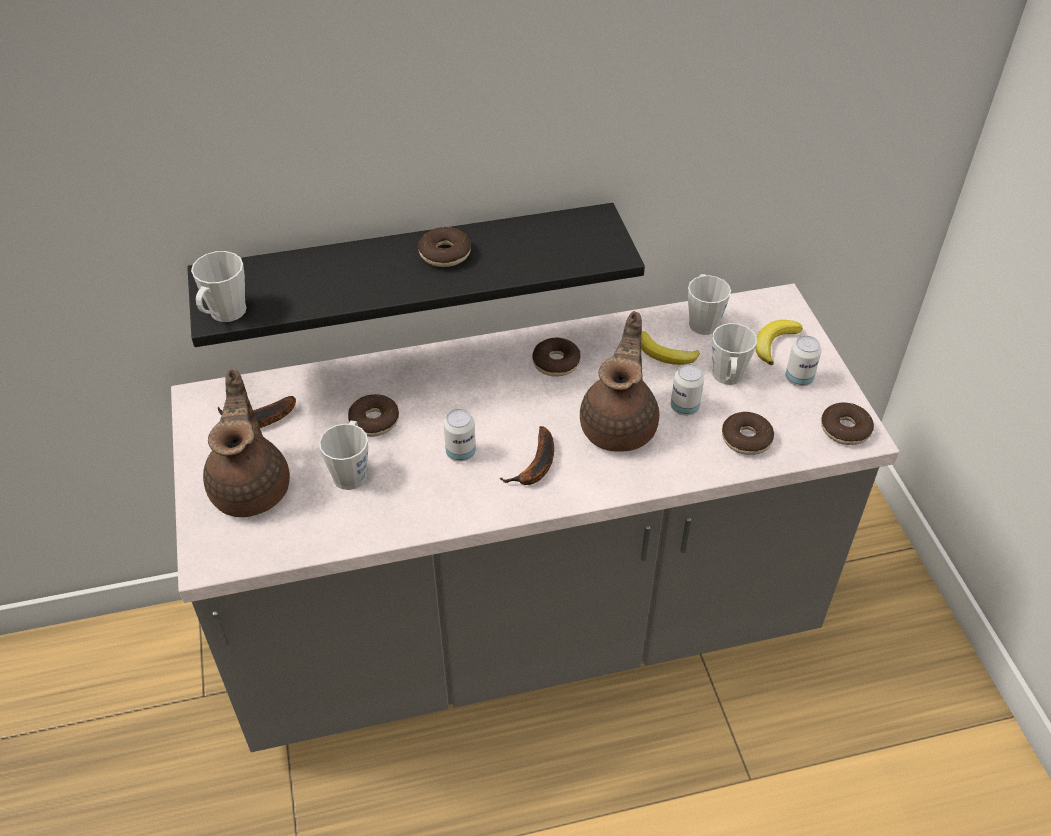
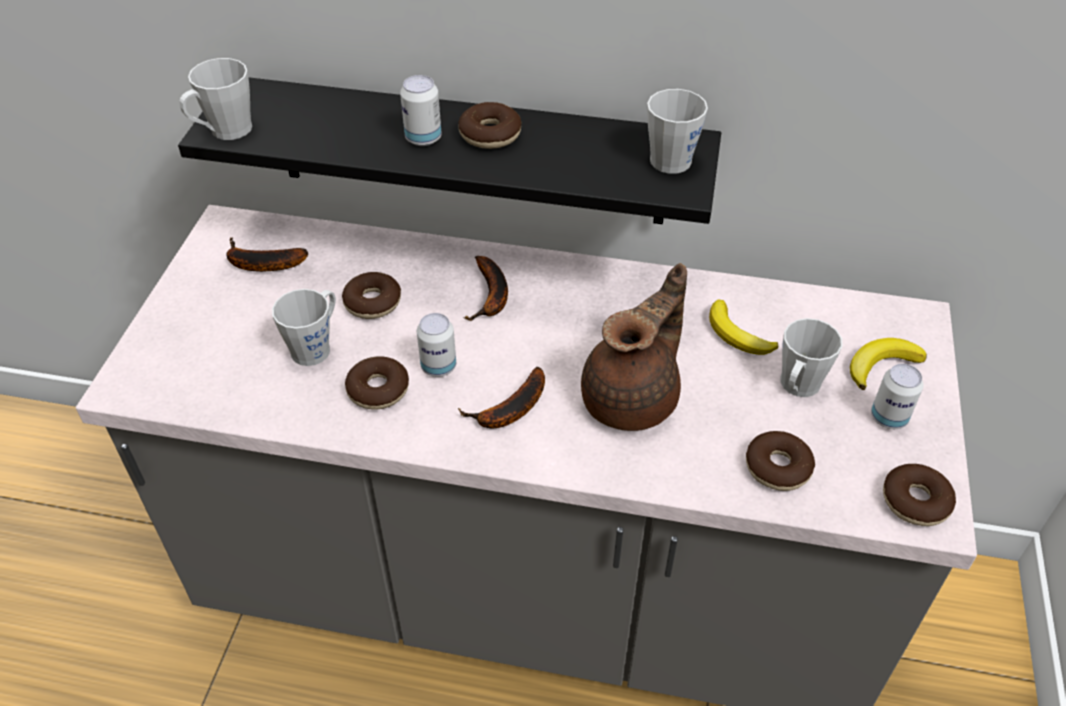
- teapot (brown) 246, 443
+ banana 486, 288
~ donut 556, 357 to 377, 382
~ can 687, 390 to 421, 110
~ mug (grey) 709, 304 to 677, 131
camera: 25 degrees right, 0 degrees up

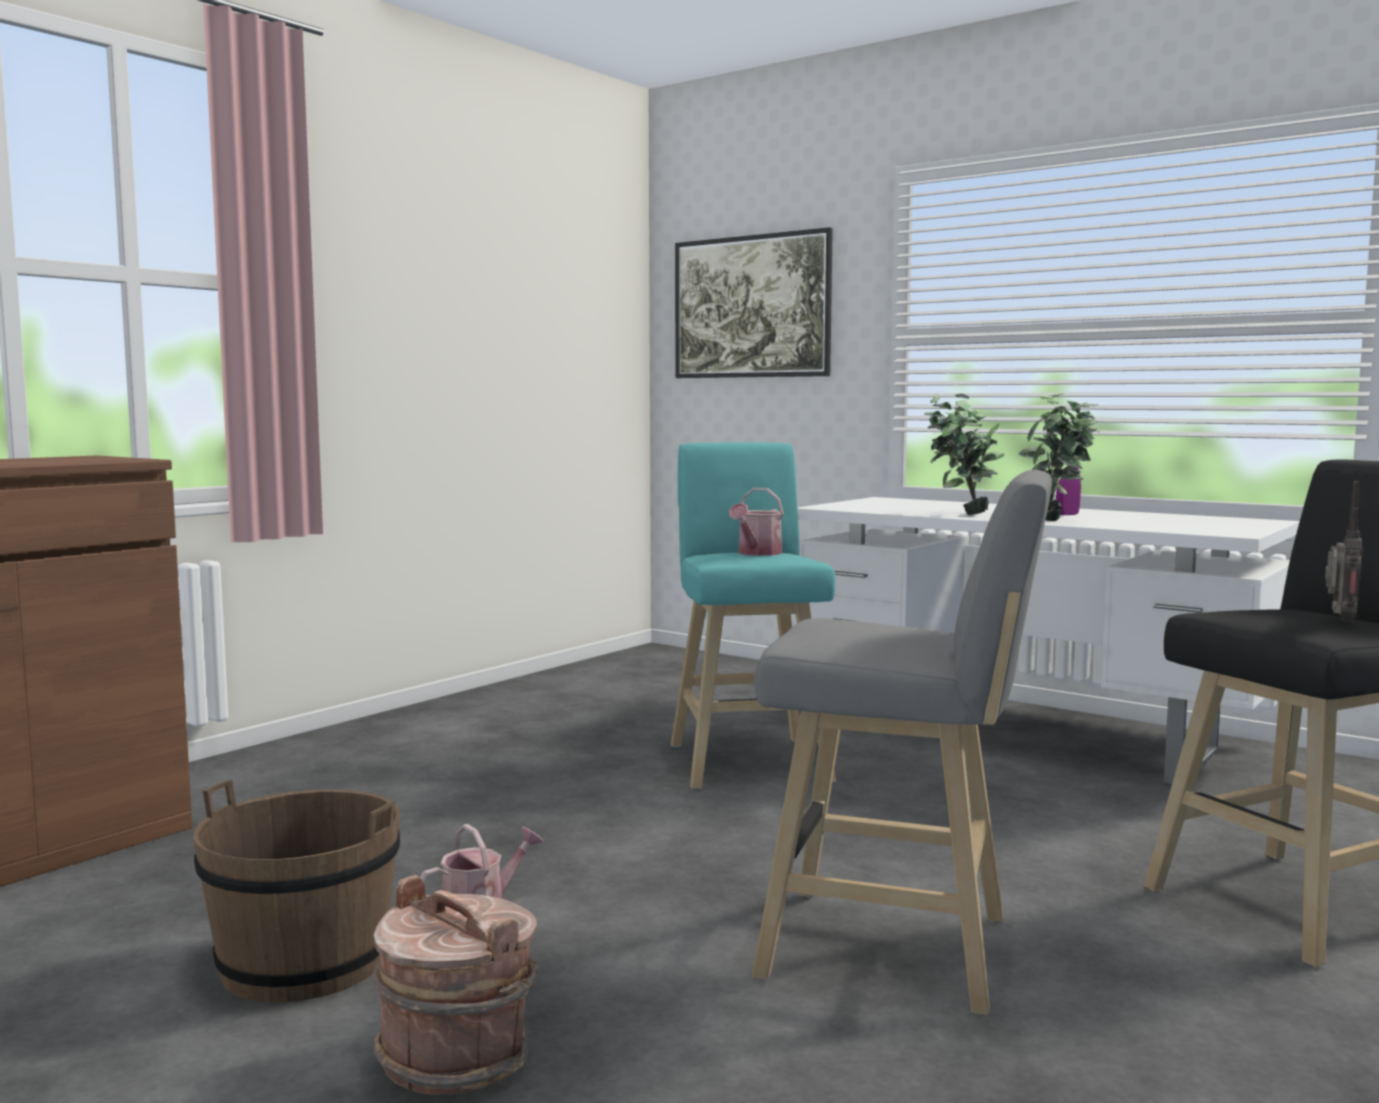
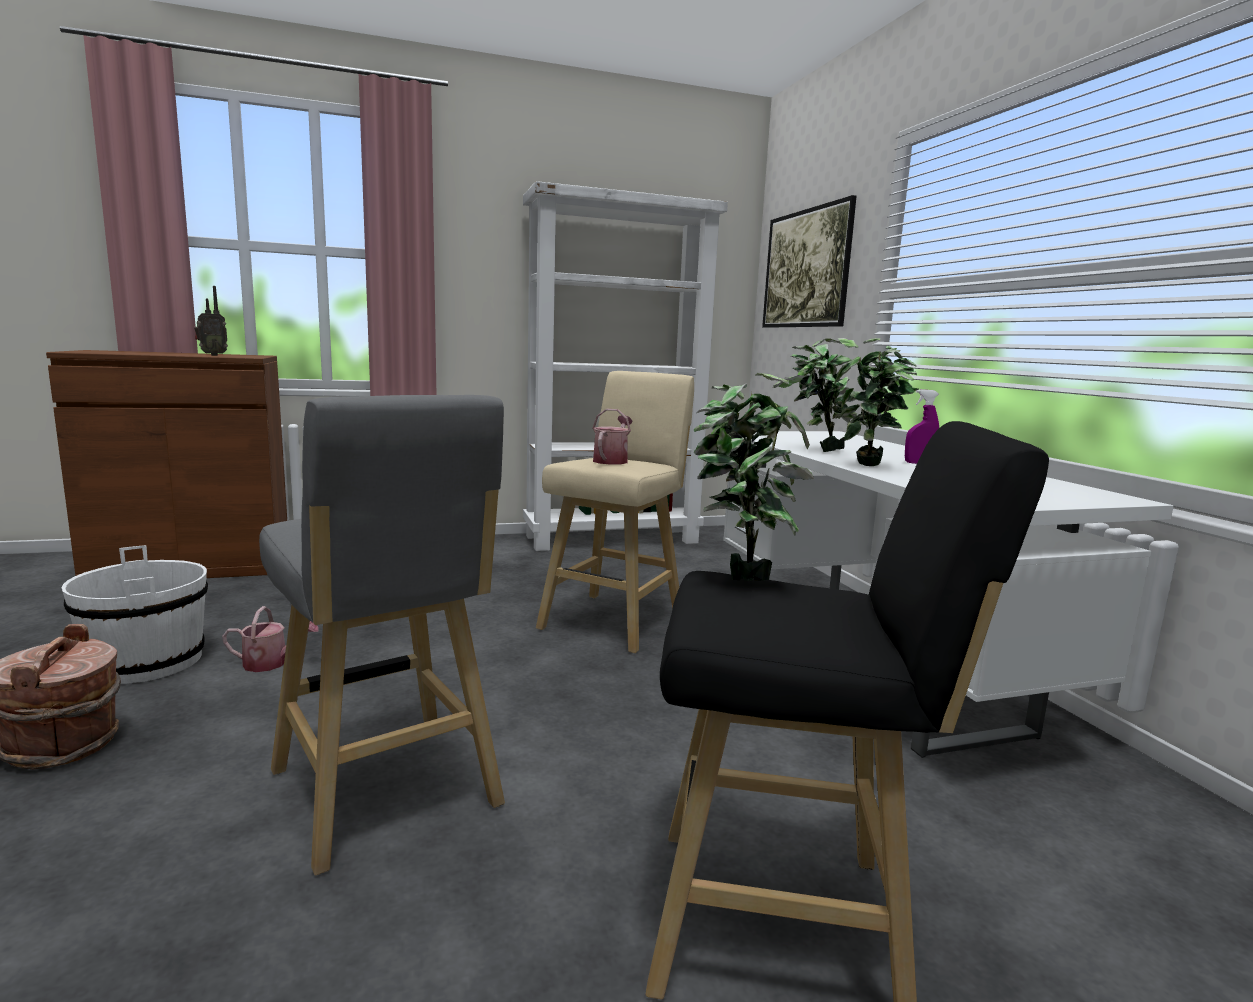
+ bookcase (white) 625, 366
+ potted plant 754, 477
~ radio 1344, 551 to 211, 321
~ bucket (brown) 296, 891 to bucket (white) 135, 614
~ stool (turquoise) 753, 616 to stool (beige) 615, 512
~ watering can 756, 522 = 613, 437 135 degrees clockwise
camera: 35 degrees right, 5 degrees up

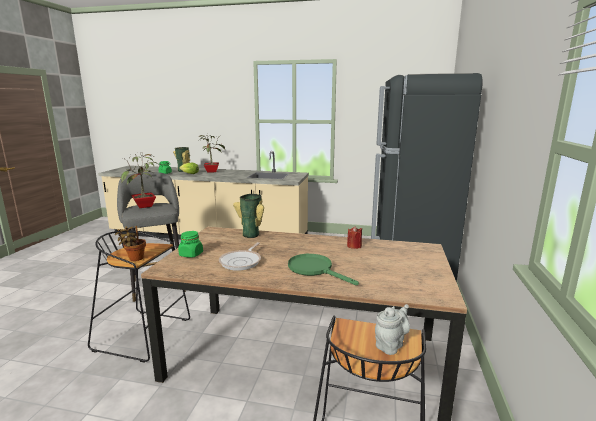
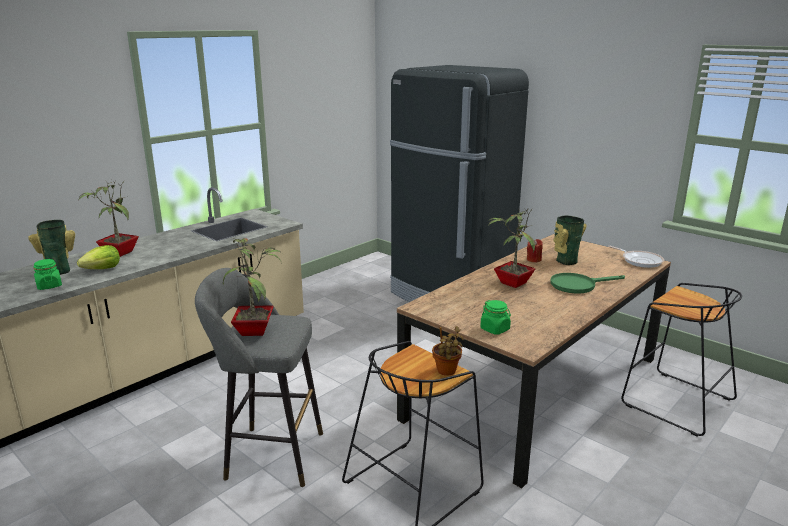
- teapot (grey) 392, 329
+ potted plant 512, 248
~ frying pan 240, 256 to 636, 257
~ vase 248, 216 to 570, 240
camera: 60 degrees left, 5 degrees up

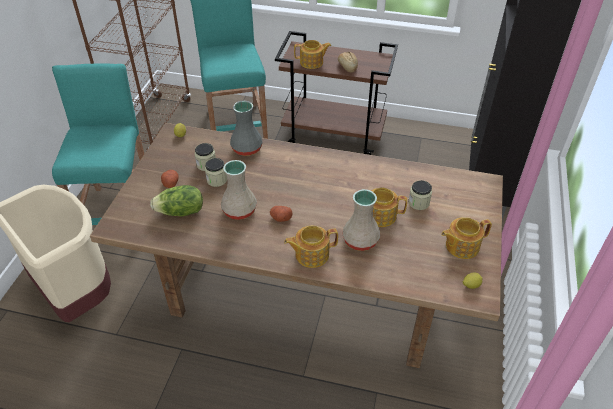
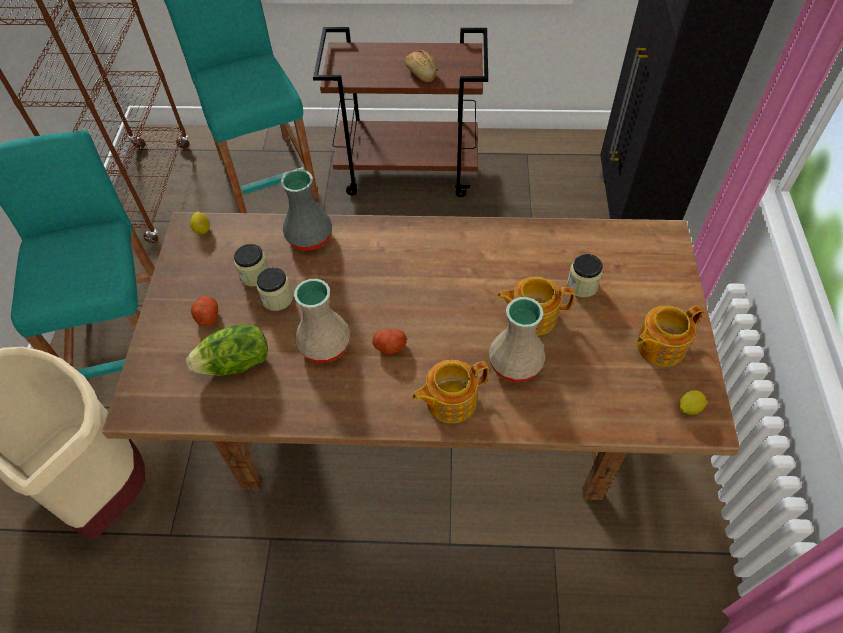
- teapot 312, 54
camera: 10 degrees left, 10 degrees up

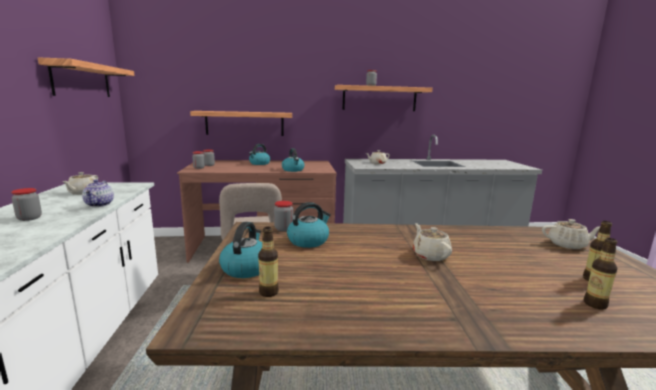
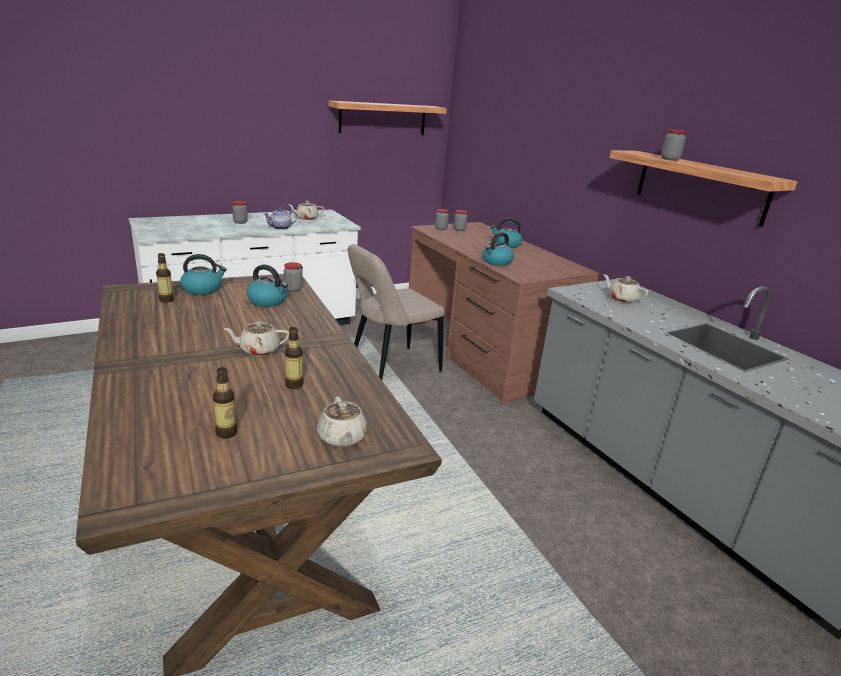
- shelf 241, 123
~ bottle 601, 274 to 294, 358
~ teapot (beige) 432, 242 = 256, 338 150 degrees counterclockwise
camera: 65 degrees right, 10 degrees up

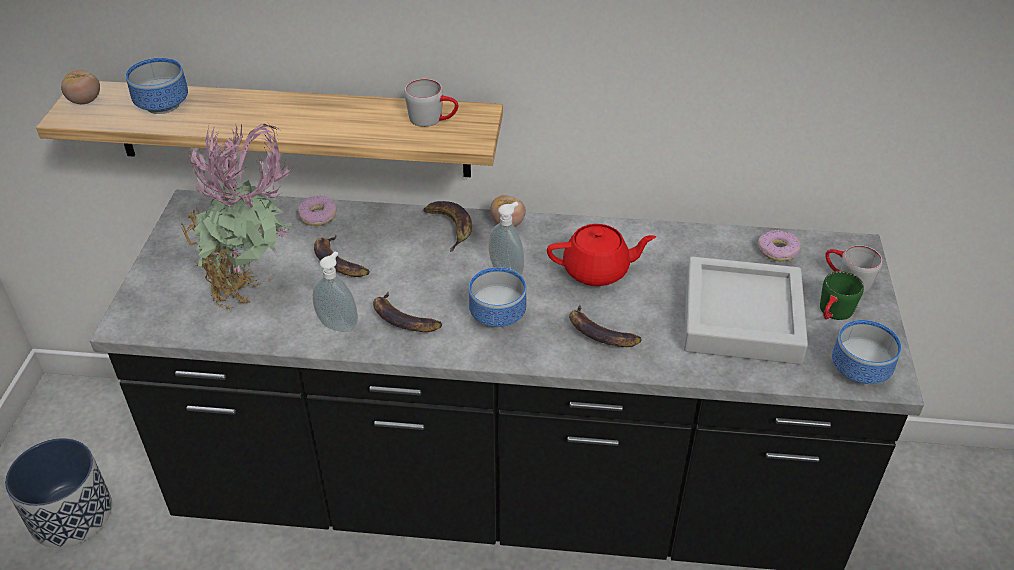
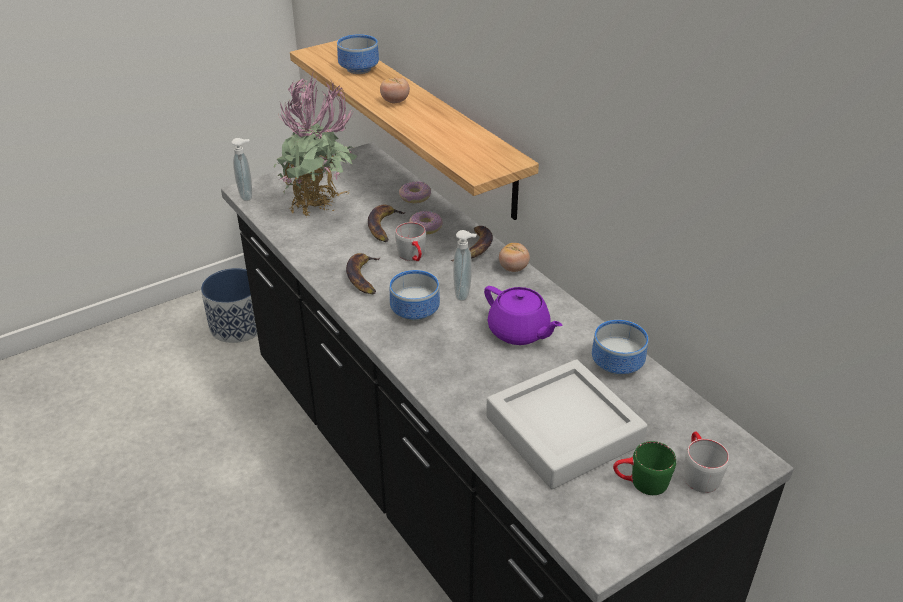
- banana 605, 326
~ tomato 80, 87 to 395, 90
~ soap dispenser 335, 291 to 241, 169
~ mug (grey) 431, 103 to 410, 241
~ donut 779, 246 to 426, 223
~ bowl 866, 352 to 620, 347
~ teapot (red) 601, 255 to teapot (purple) 523, 315
camera: 50 degrees right, 5 degrees down

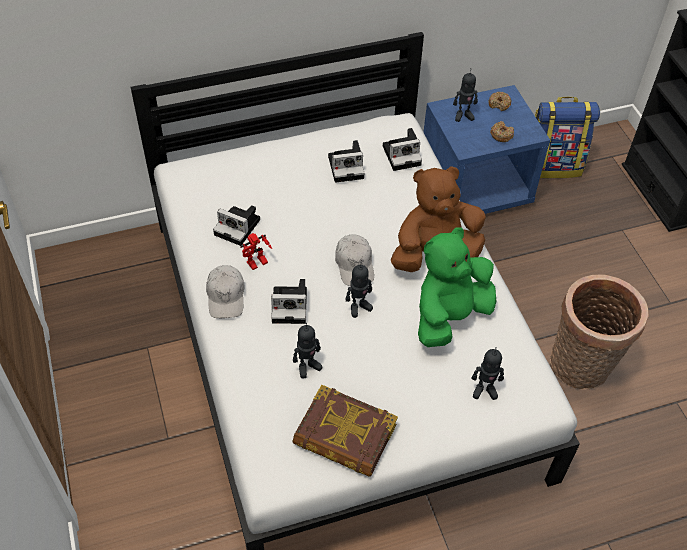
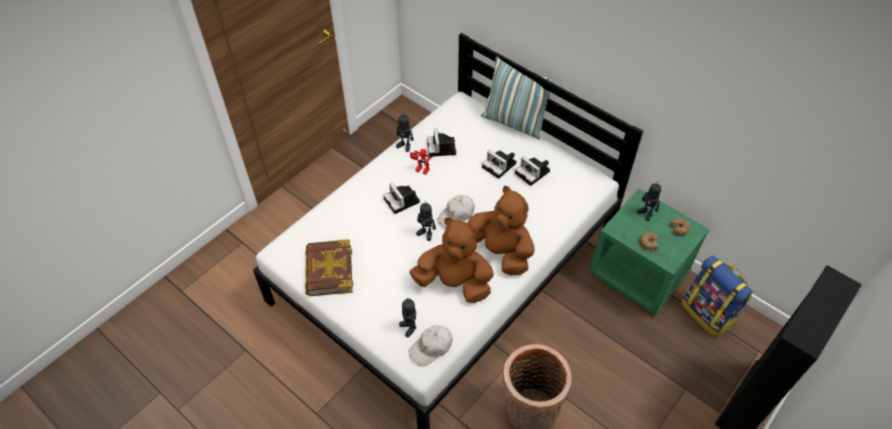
+ pillow 519, 97
~ cap (white) 225, 291 to 430, 346
~ toy robot 307, 350 to 405, 133
~ photo camera 402, 149 to 499, 164
~ plush toy (green) 457, 287 to plush toy (brown) 451, 260
~ nightstand (blue) 486, 149 to nightstand (green) 649, 252
camera: 60 degrees right, 0 degrees up

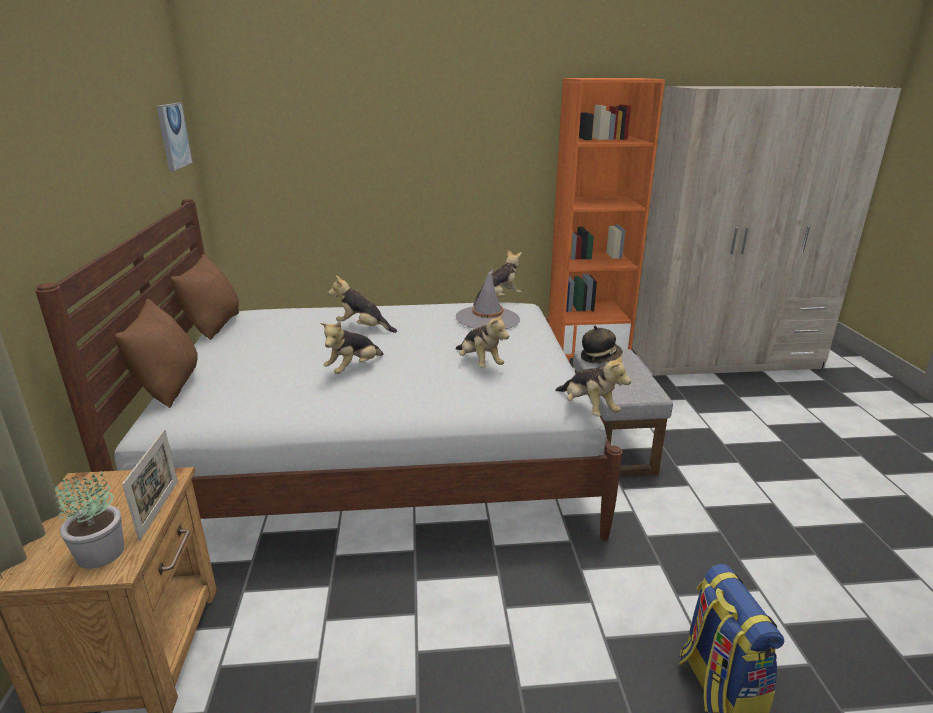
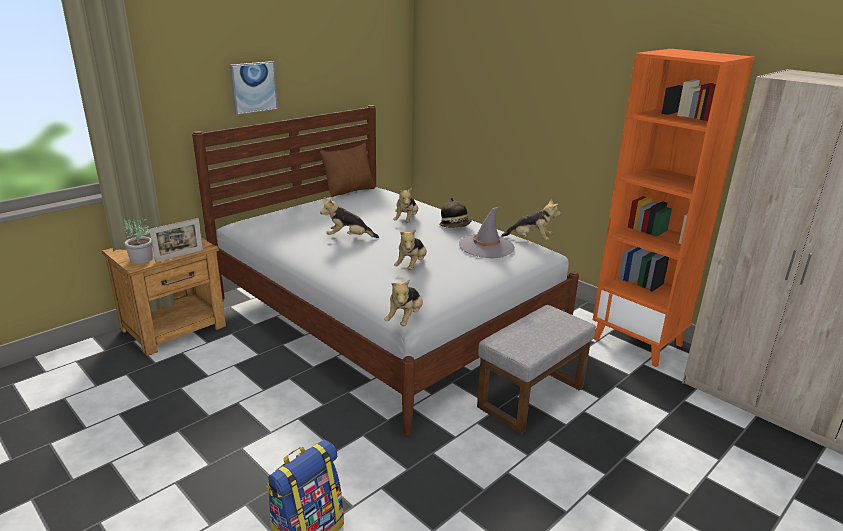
- pillow (brown) 156, 353
~ picture 175, 137 to 254, 88
~ hat 602, 344 to 455, 213
~ plush toy 362, 304 = 405, 205 150 degrees counterclockwise
camera: 50 degrees right, 0 degrees up

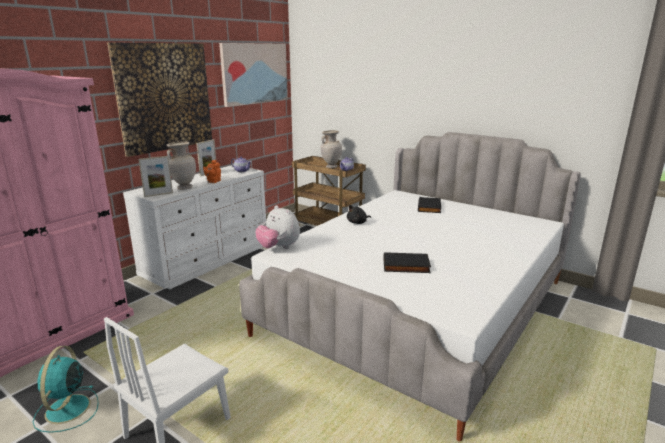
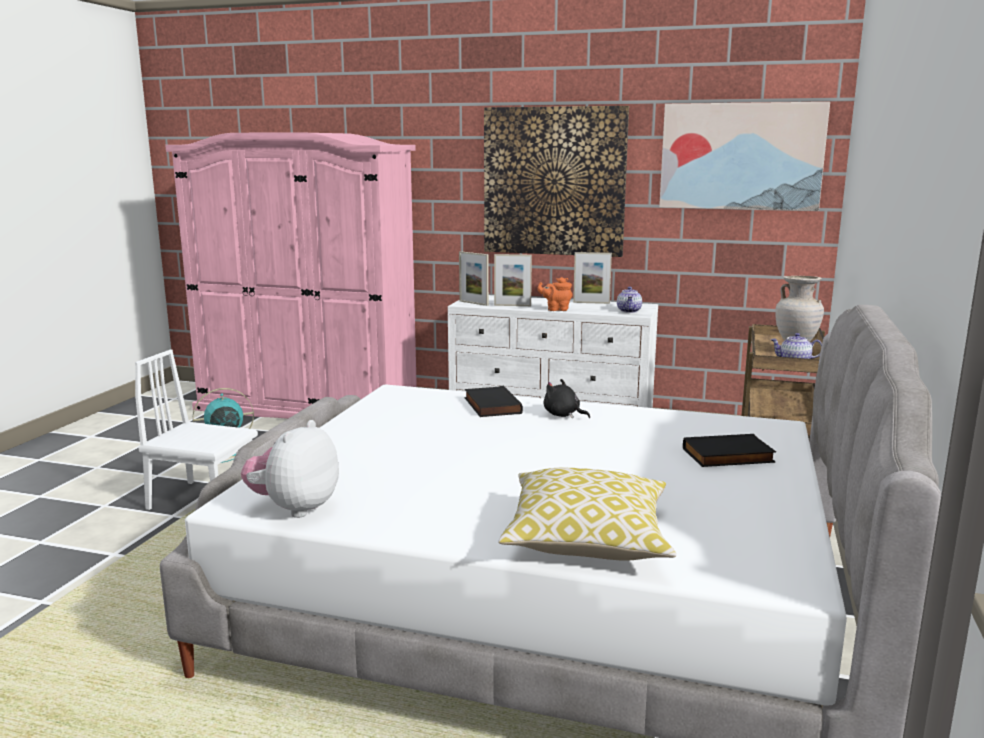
+ pillow 587, 514
~ plush toy 278, 227 to 290, 469
~ book (black) 407, 263 to 493, 401
~ vase (beige) 181, 165 to picture frame 513, 280
camera: 70 degrees right, 5 degrees down

